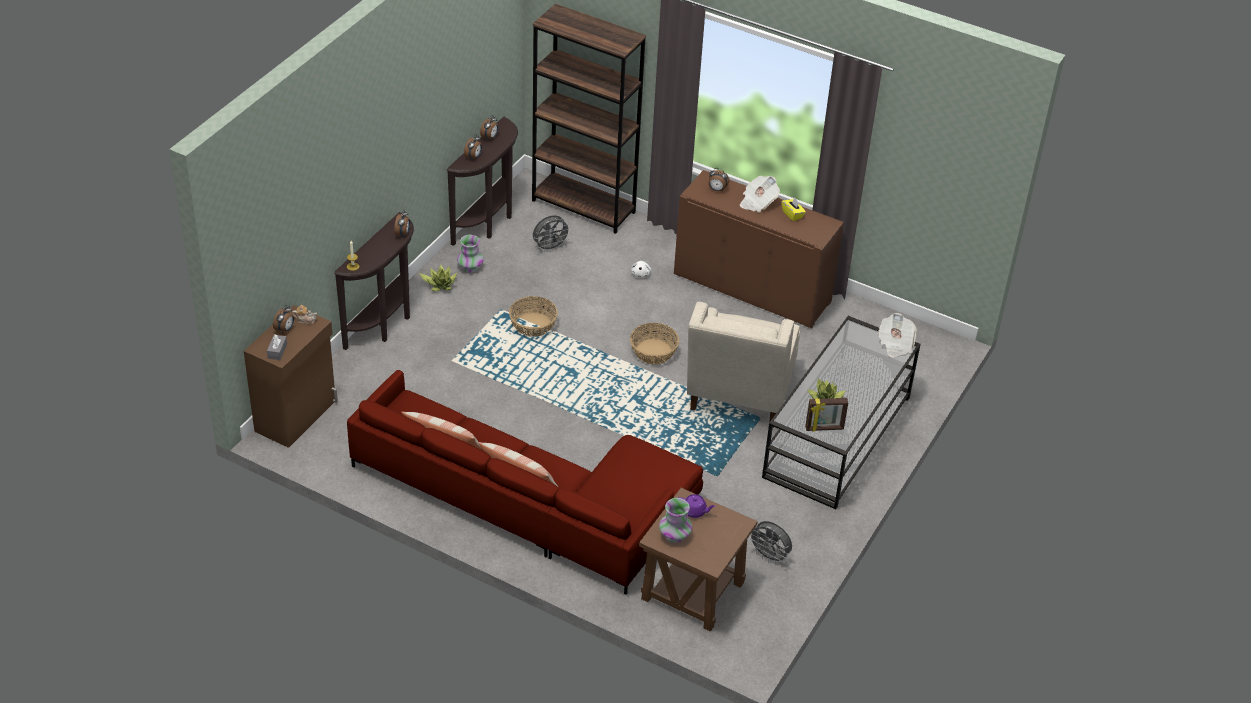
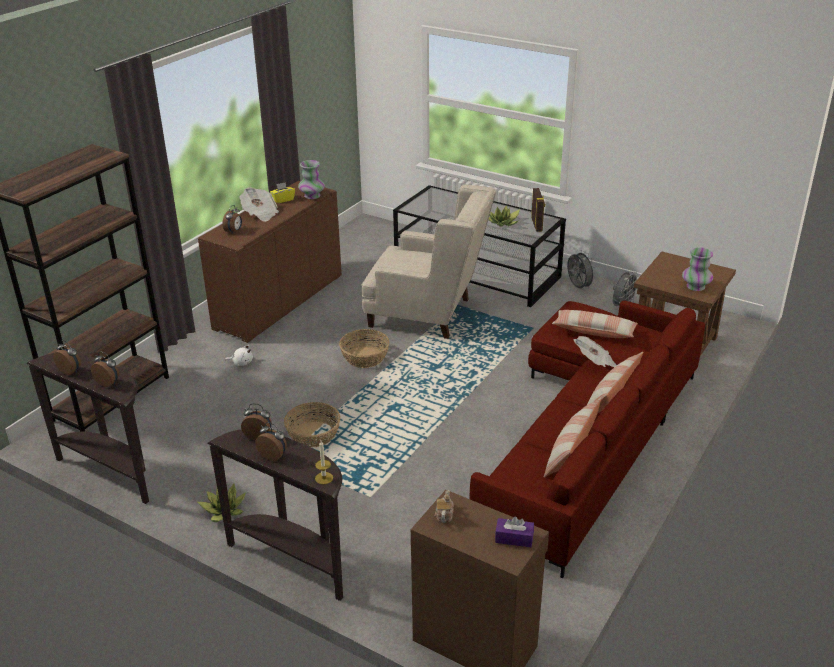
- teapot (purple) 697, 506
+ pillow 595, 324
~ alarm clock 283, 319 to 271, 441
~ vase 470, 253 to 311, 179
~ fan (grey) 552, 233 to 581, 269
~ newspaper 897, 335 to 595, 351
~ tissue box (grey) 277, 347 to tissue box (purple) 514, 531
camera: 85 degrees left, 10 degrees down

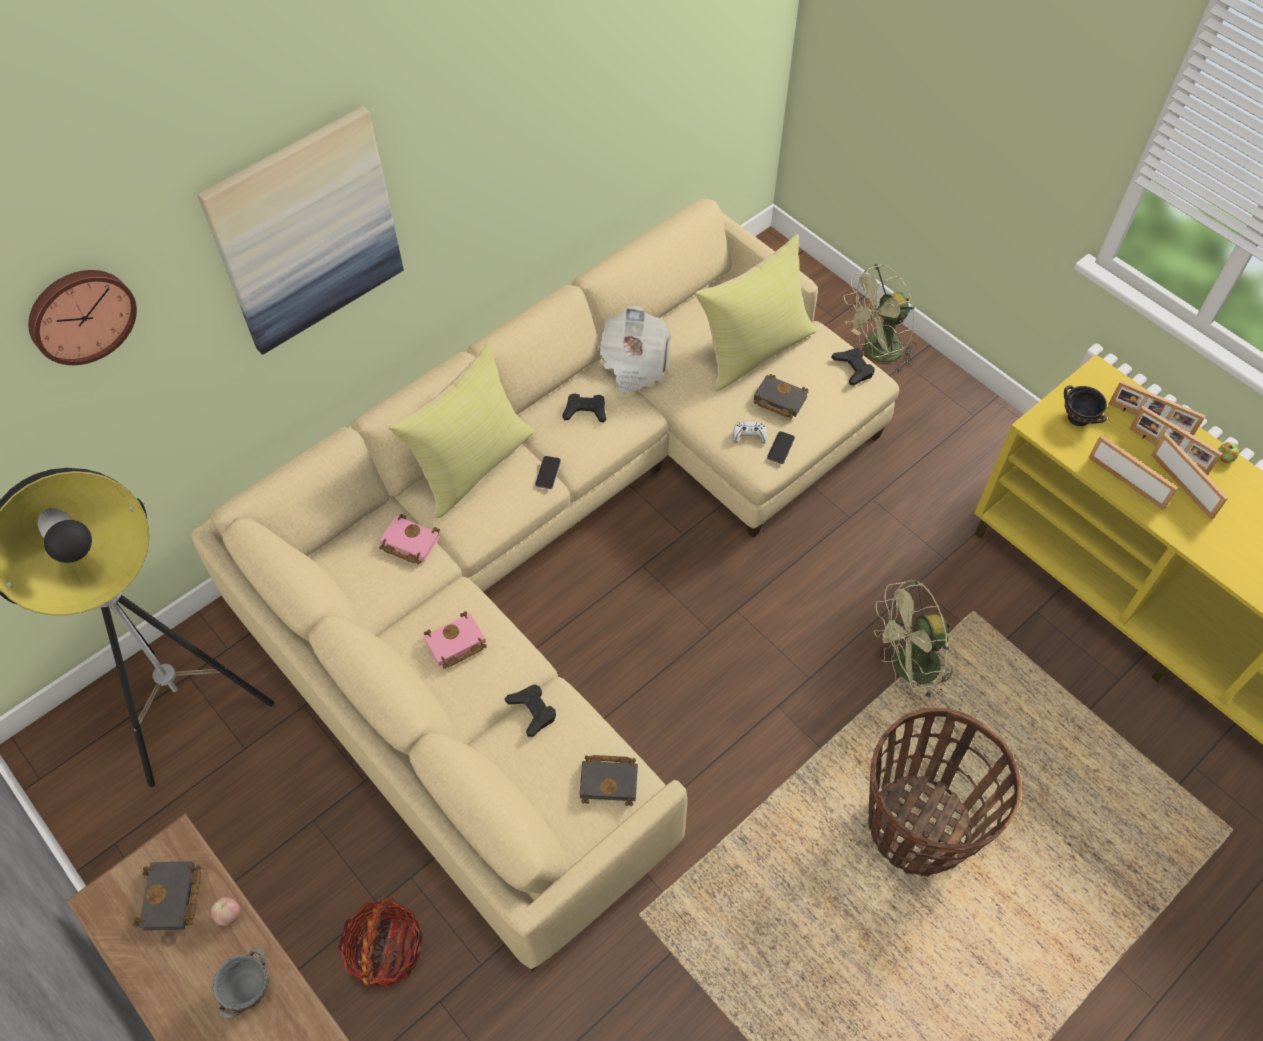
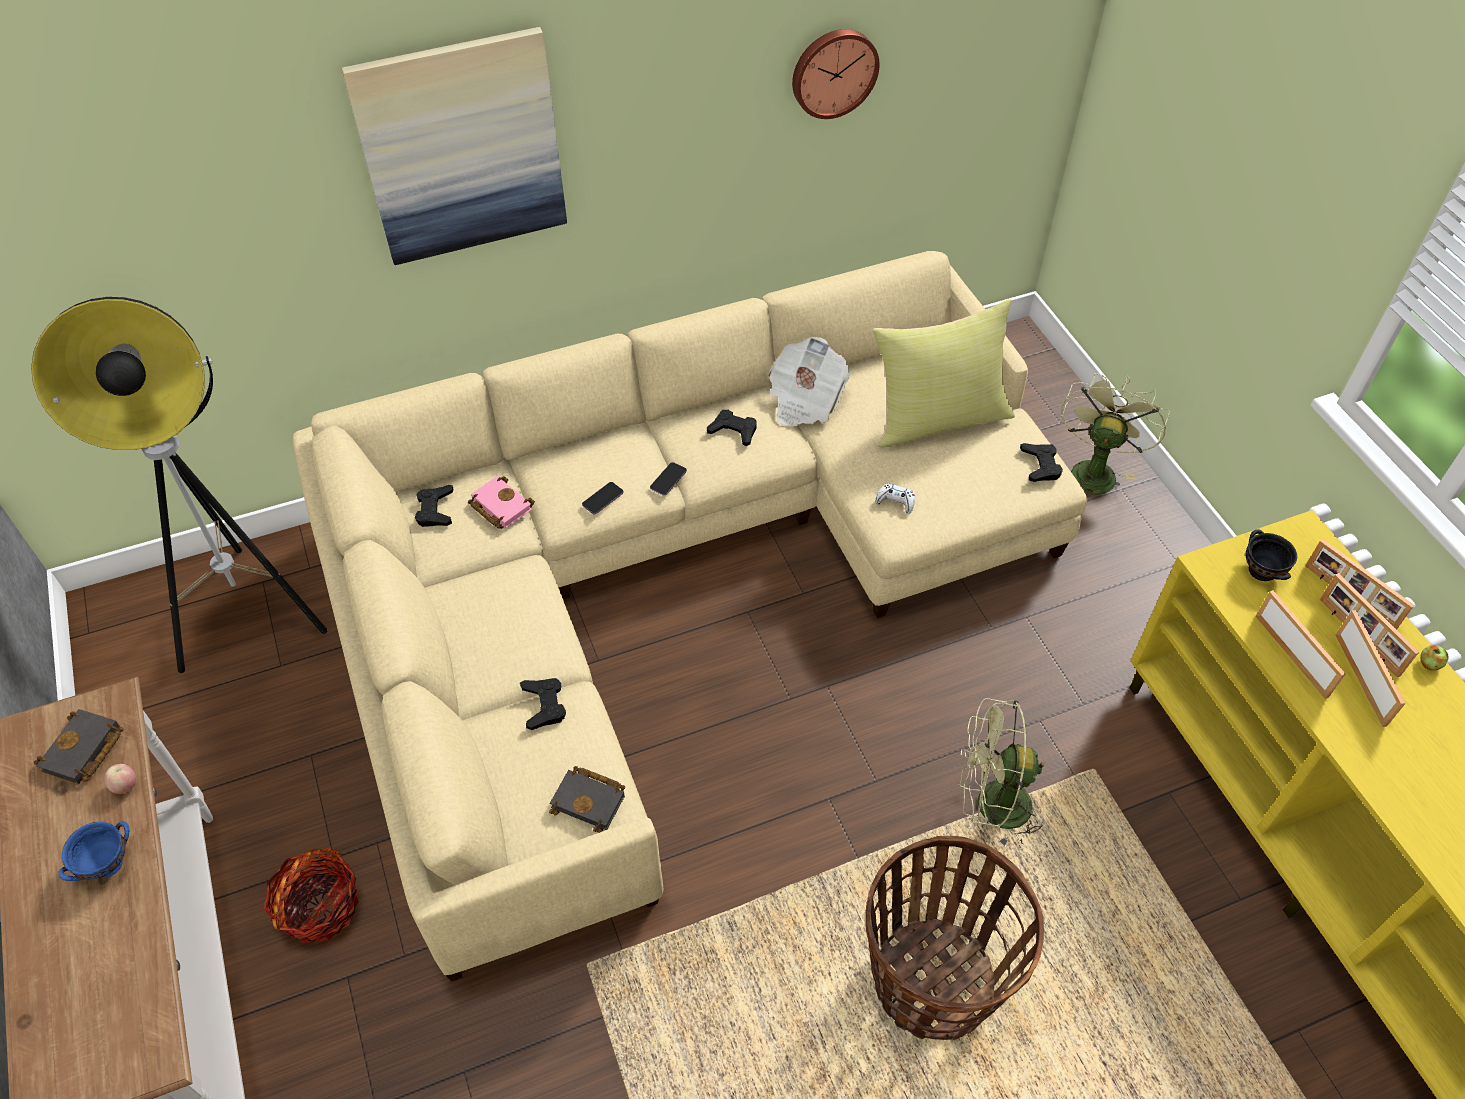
- pillow (yellow) 461, 430
- book (pink) 455, 640
- book (black) 781, 396
+ game controller (black) 434, 506
~ wall clock 82, 317 to 836, 74
~ phone 781, 447 to 602, 498
~ bowl (grey) 241, 983 to bowl (blue) 94, 851
~ fan (green) 880, 318 = 1115, 434 120 degrees clockwise
camera: 20 degrees right, 5 degrees down

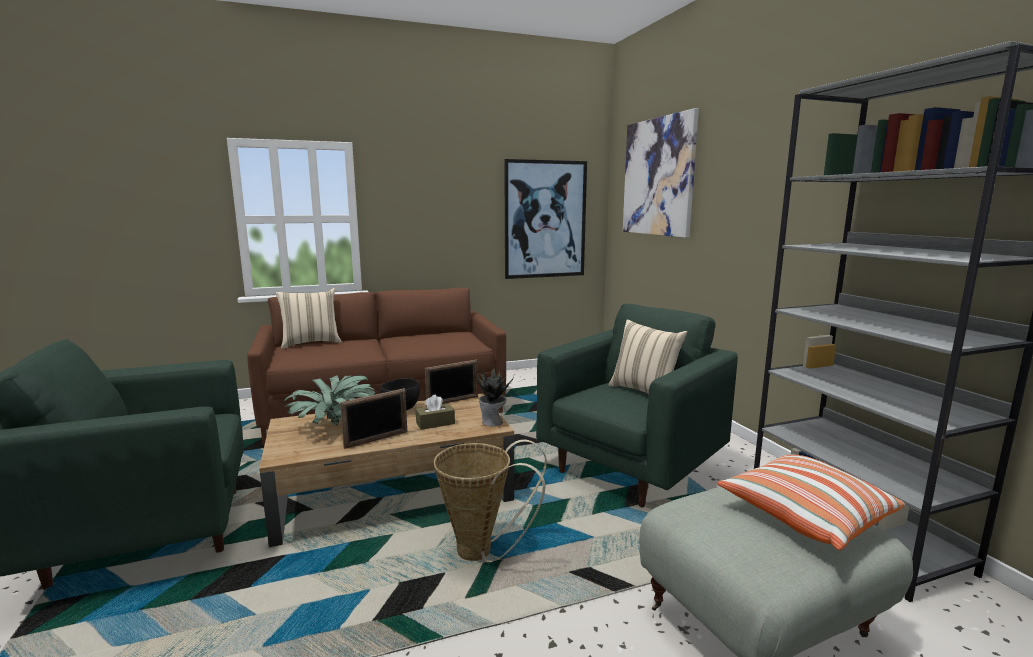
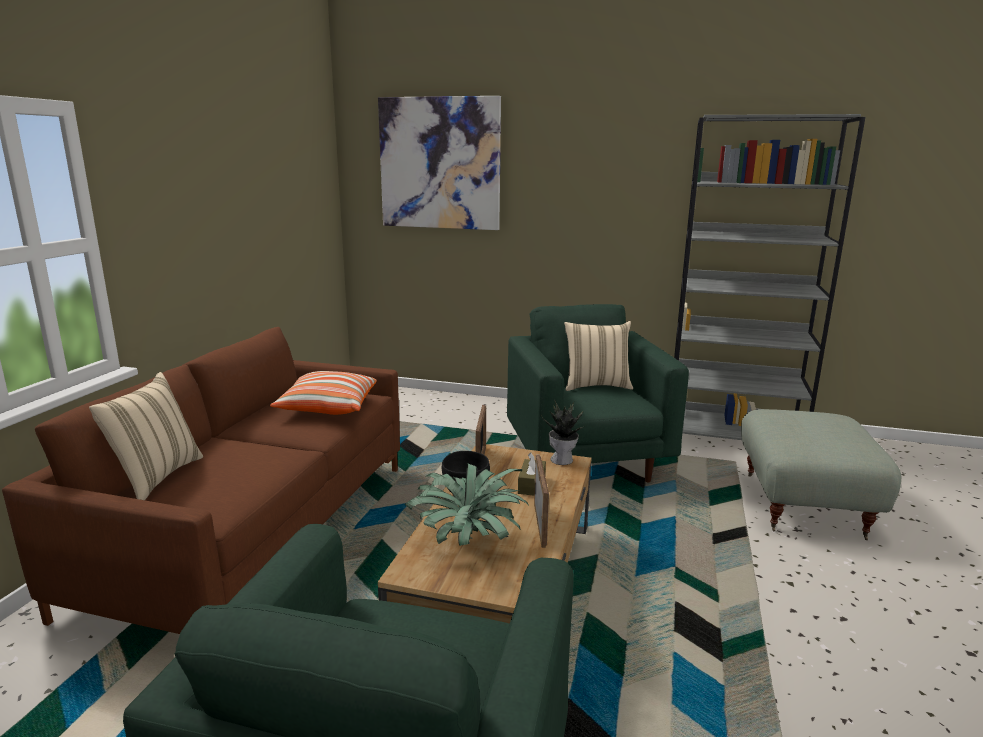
- basket 490, 500
- picture 545, 219
~ pillow 811, 502 to 323, 393
camera: 55 degrees left, 5 degrees up

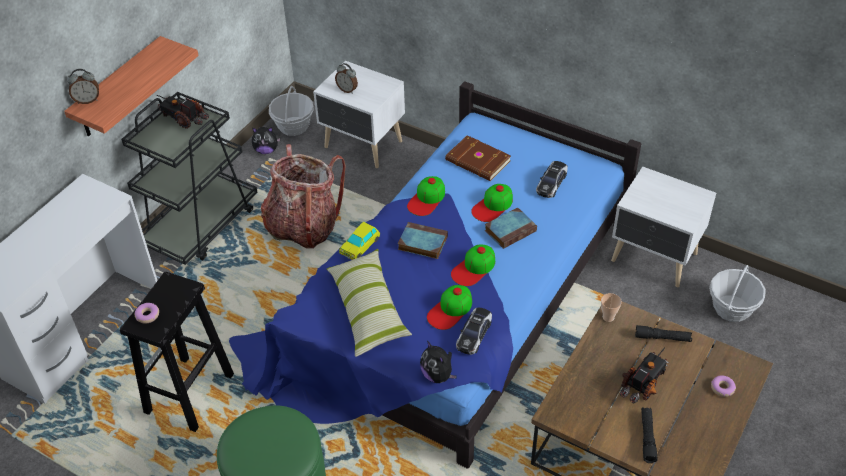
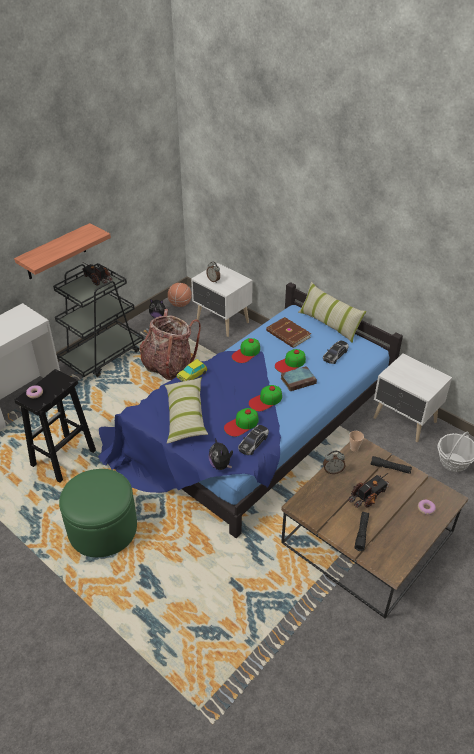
- book 423, 240
+ pillow 332, 312
~ alarm clock 83, 86 to 334, 462
~ basket 291, 111 to basketball 180, 295
camera: 10 degrees right, 5 degrees down

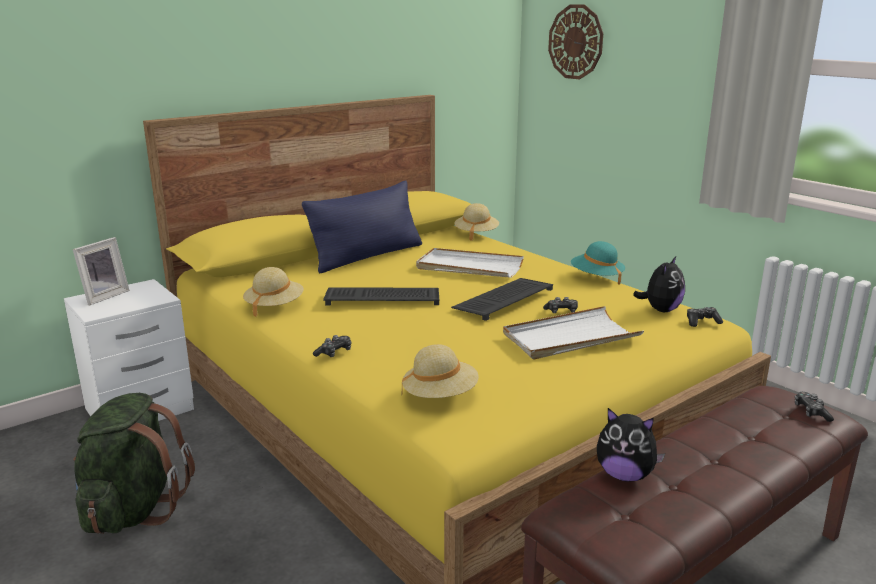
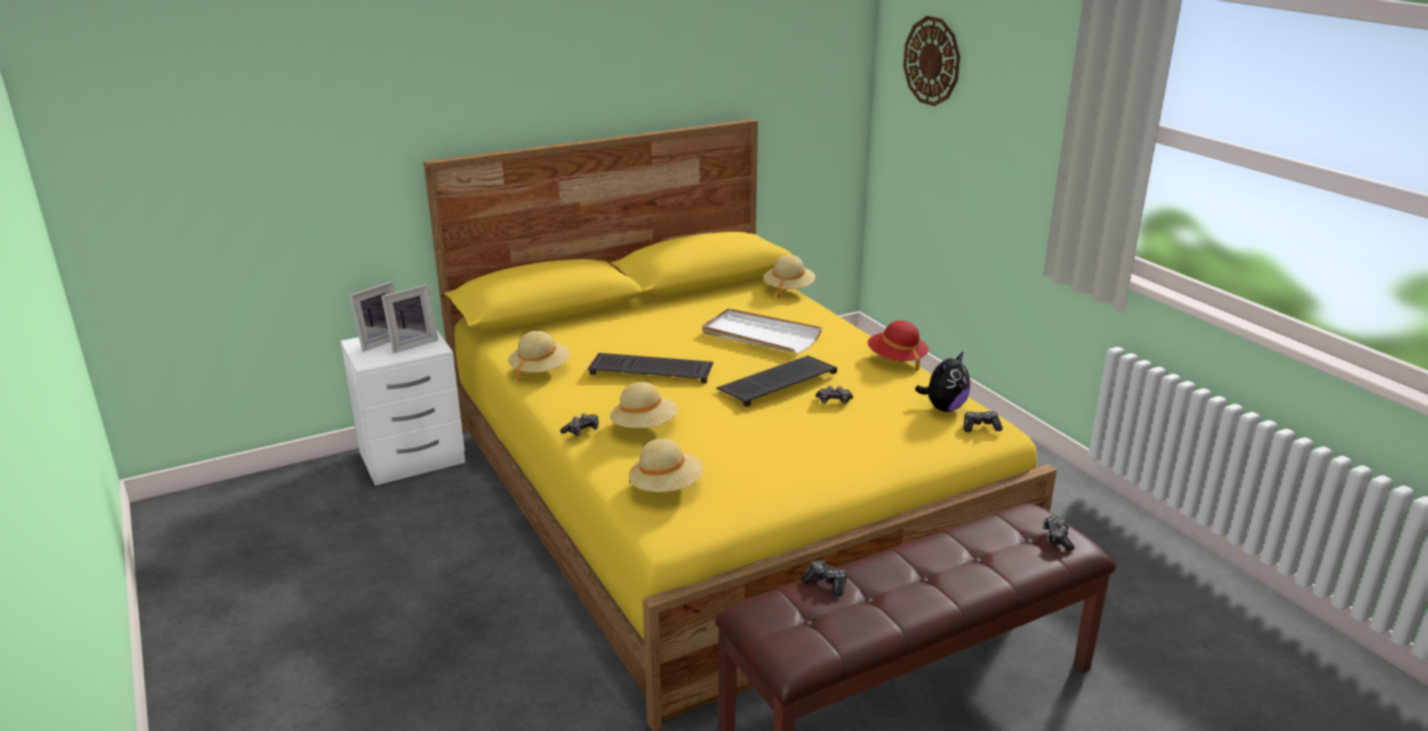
- backpack (green) 134, 463
- pillow (blue) 362, 227
- tray (white) 573, 332
+ picture frame 409, 318
+ hat (beige) 644, 405
~ plush toy 631, 445 to game controller 824, 578
~ hat (turquoise) 598, 262 to hat (red) 898, 345
camera: 10 degrees right, 5 degrees up

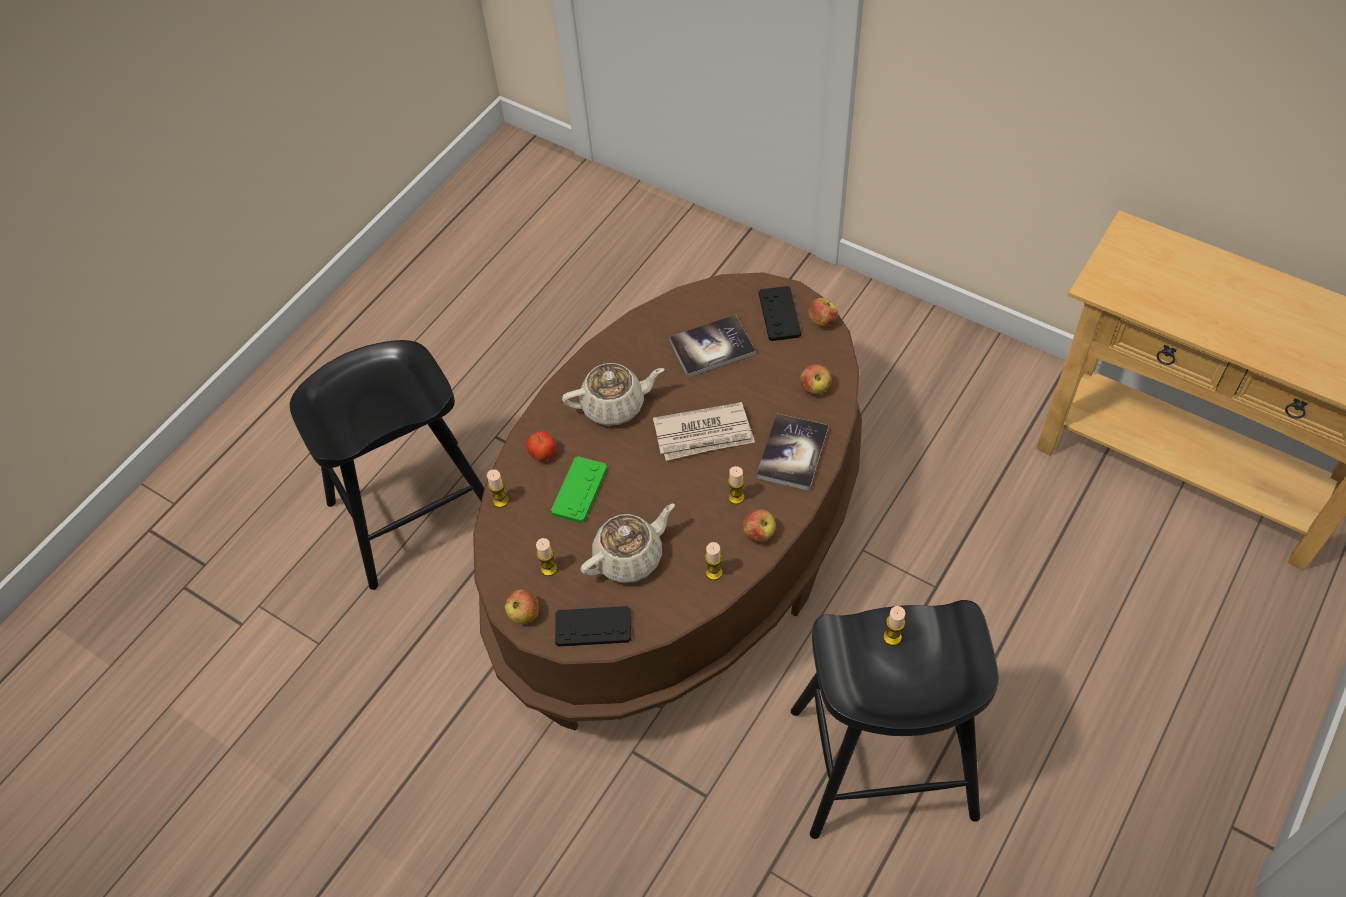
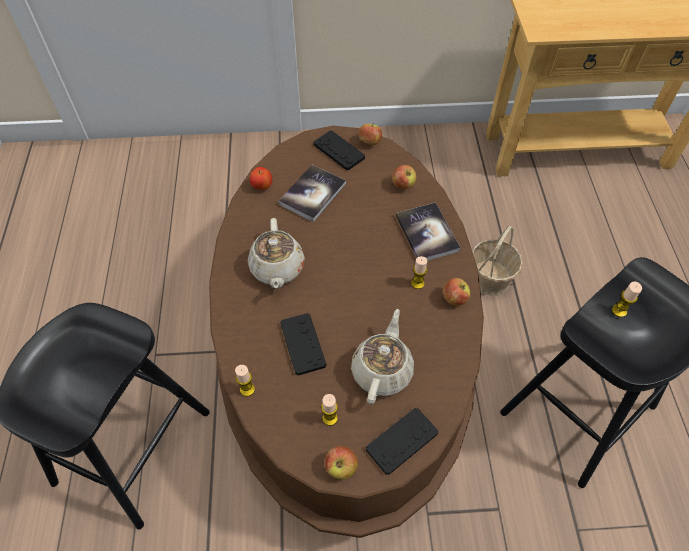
- newspaper 704, 431
- candle 714, 561
+ basket 497, 260
~ apple 541, 446 to 261, 178
~ game controller (green) 579, 489 to game controller (black) 303, 344
~ teapot (beige) 613, 394 = 276, 253 135 degrees clockwise
camera: 40 degrees left, 0 degrees up

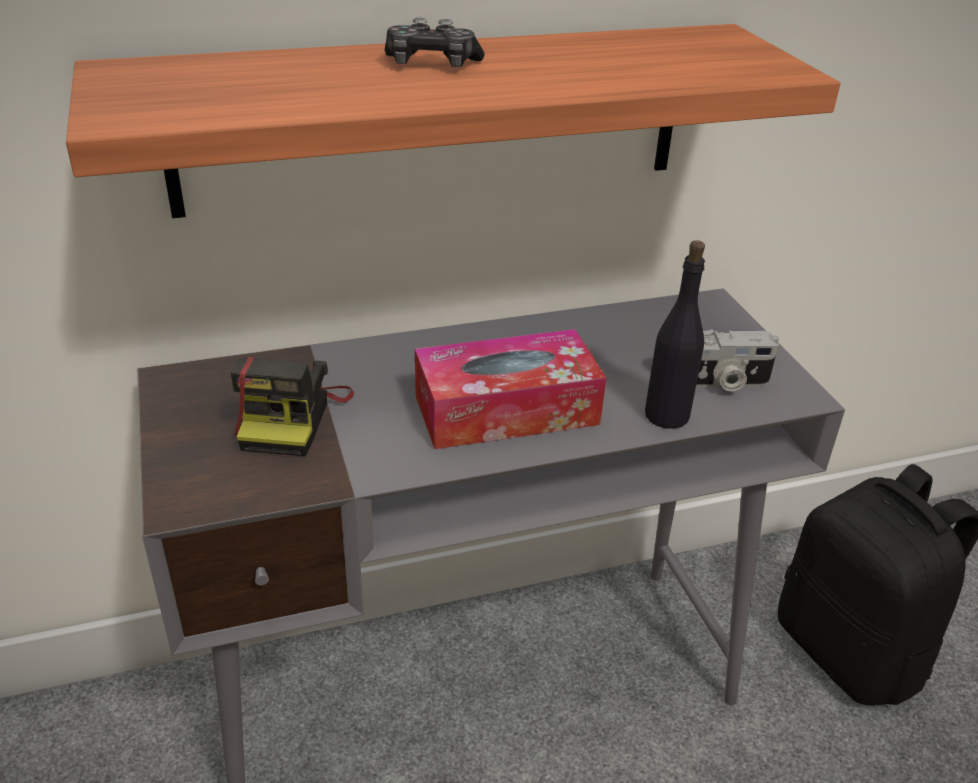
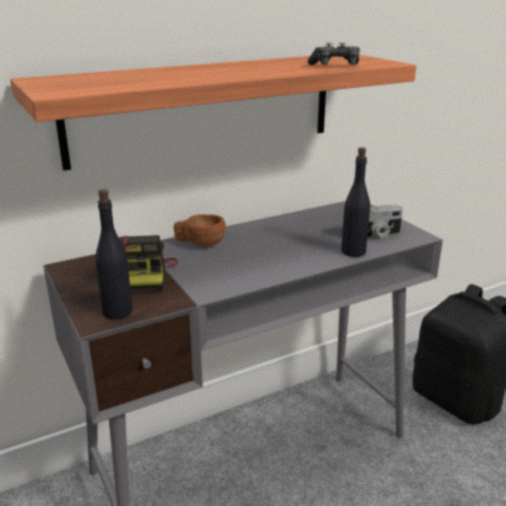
- tissue box 510, 389
+ bottle (black) 114, 254
+ cup (brown) 199, 231
~ game controller 434, 42 to 333, 53
camera: 10 degrees left, 10 degrees down

